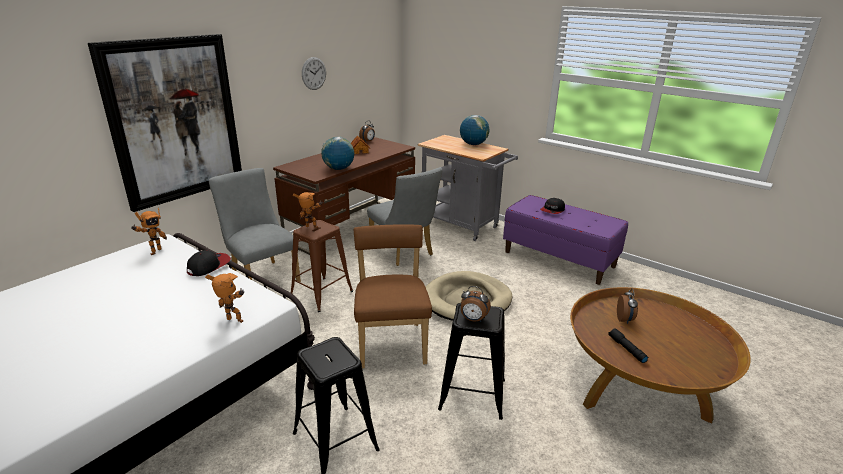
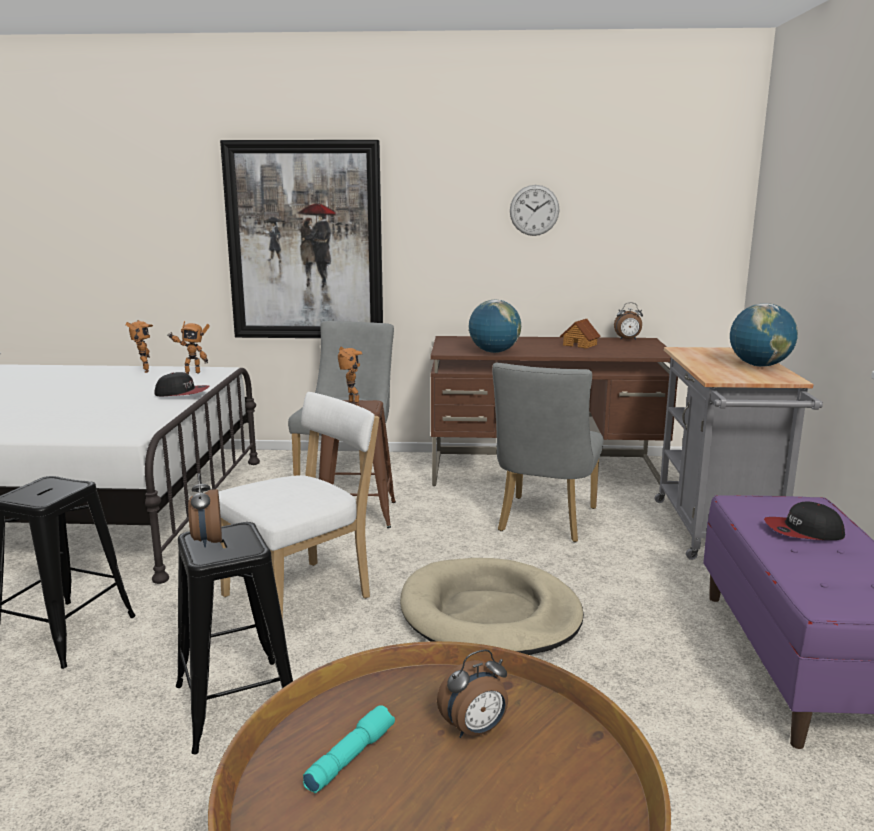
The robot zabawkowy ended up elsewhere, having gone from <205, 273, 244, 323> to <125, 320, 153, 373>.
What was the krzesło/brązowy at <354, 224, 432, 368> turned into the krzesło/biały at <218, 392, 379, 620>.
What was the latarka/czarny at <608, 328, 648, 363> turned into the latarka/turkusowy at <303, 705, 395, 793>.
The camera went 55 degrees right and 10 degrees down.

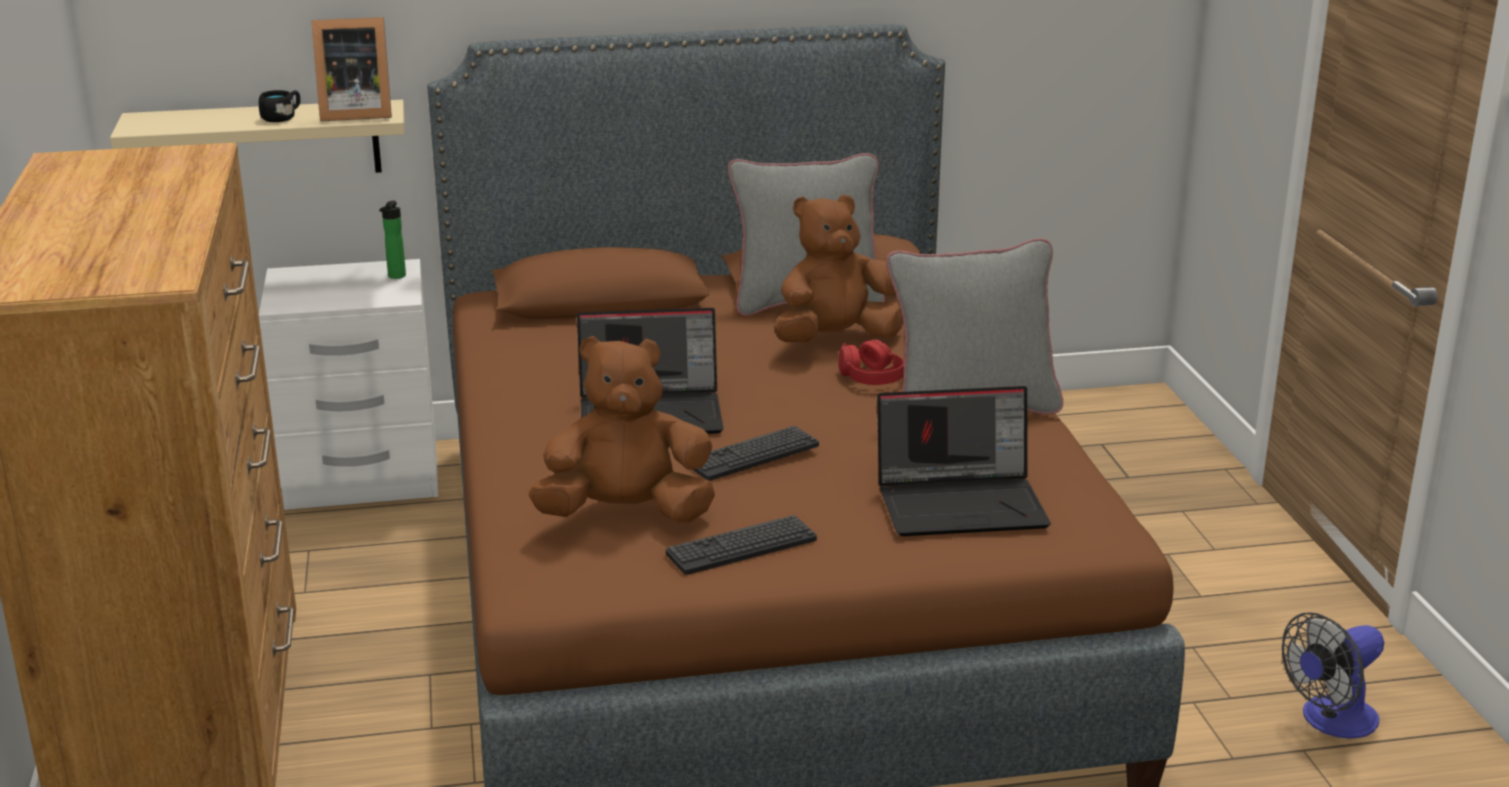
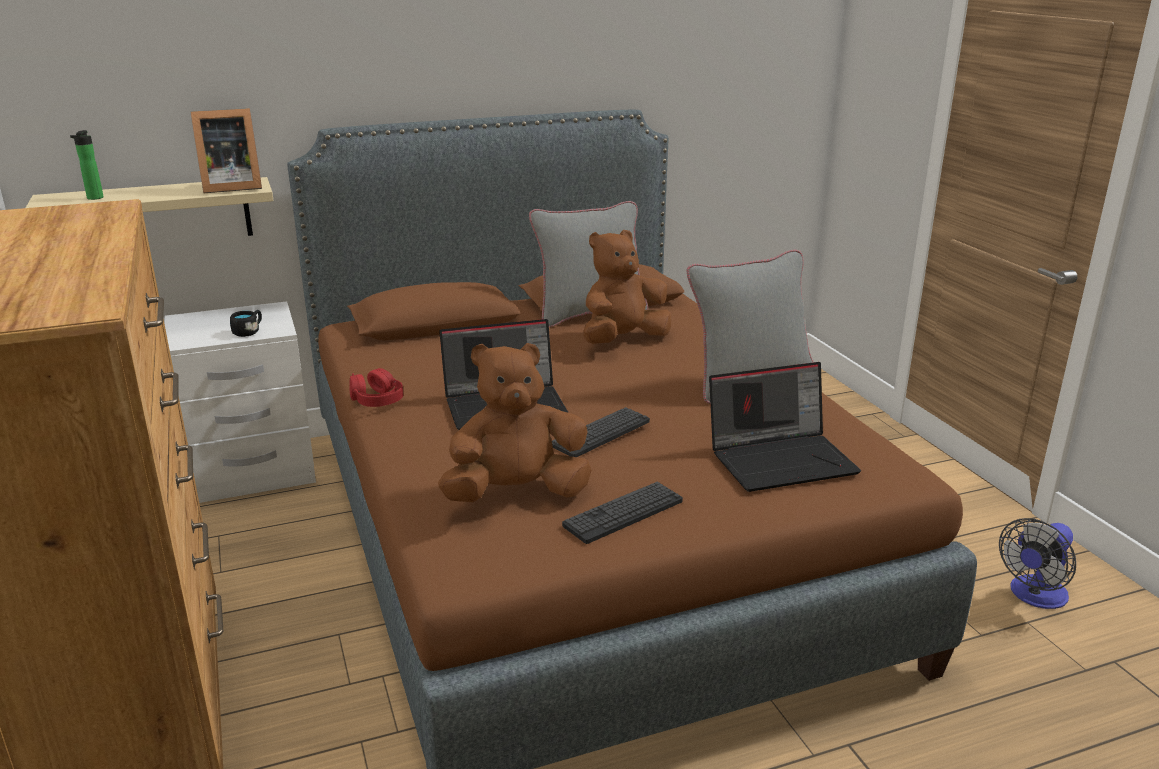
The kubek/czarny ended up elsewhere, having gone from <259, 90, 300, 122> to <230, 310, 262, 337>.
The butelka ended up elsewhere, having gone from <379, 200, 406, 279> to <70, 130, 104, 200>.
The słuchawki/czerwony ended up elsewhere, having gone from <838, 340, 904, 385> to <349, 368, 403, 407>.
The camera went 10 degrees left and 0 degrees up.

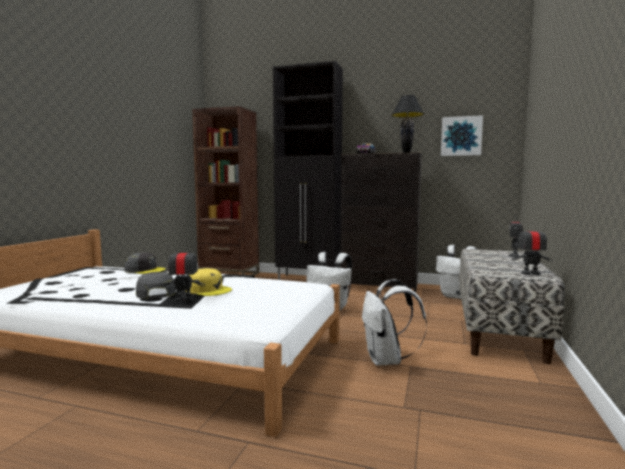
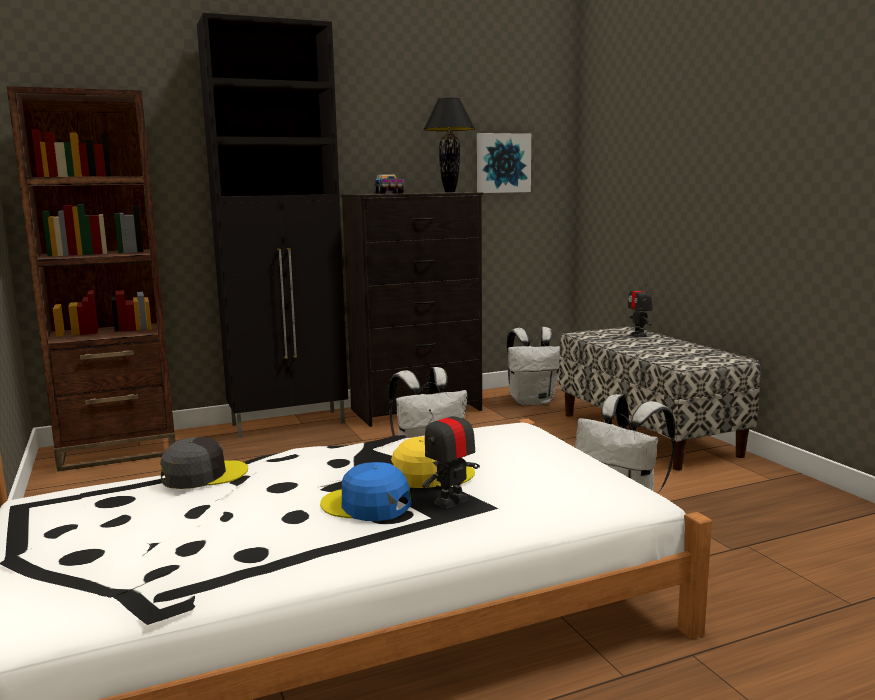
The second view lost the robot zabawkowy at <512, 222, 552, 275>.
What was the czapka z daszkiem/szary at <136, 272, 176, 299> turned into the czapka z daszkiem/niebieski at <320, 462, 412, 521>.
The camera went 40 degrees left and 5 degrees up.

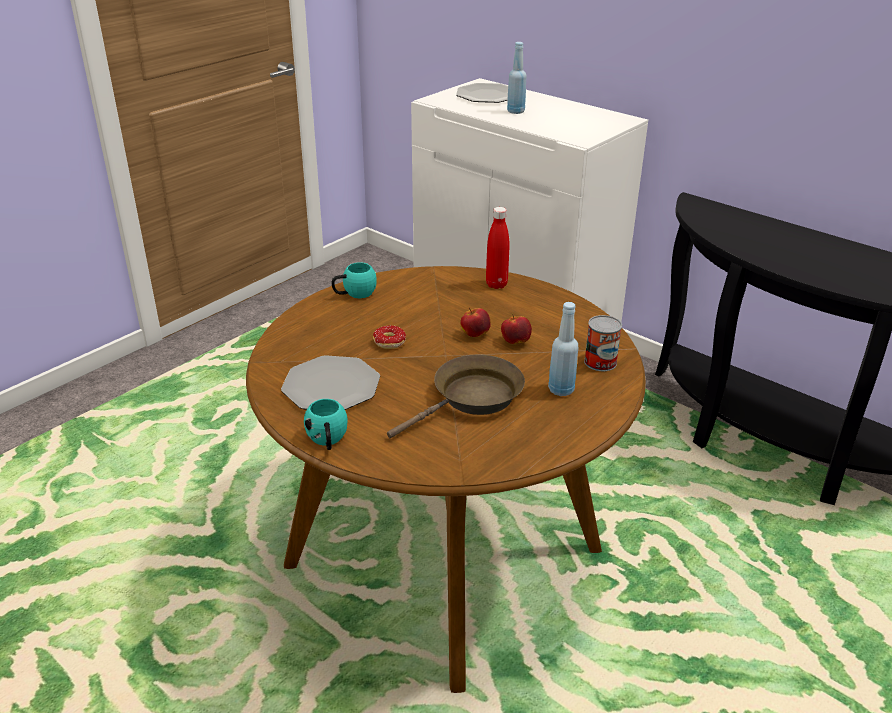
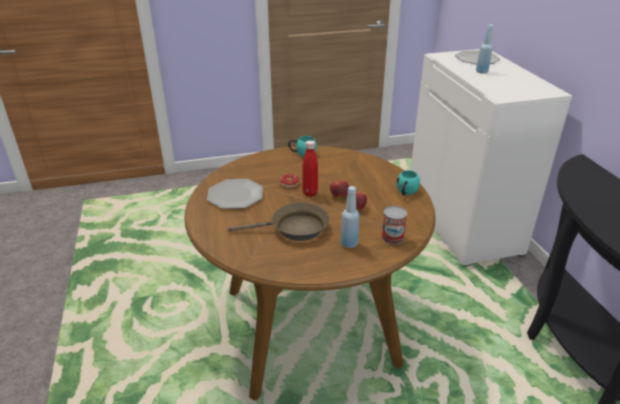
The kubek/turkusowy ended up elsewhere, having gone from <304, 399, 347, 450> to <397, 170, 420, 196>.
The butelka/czerwony ended up elsewhere, having gone from <486, 207, 510, 289> to <302, 140, 318, 197>.
The camera went 35 degrees right and 0 degrees up.

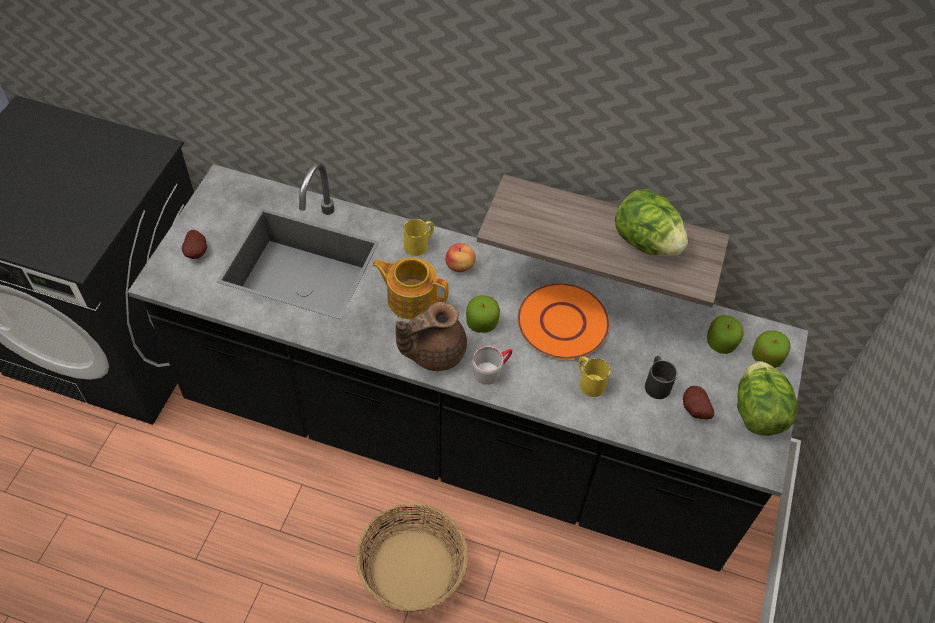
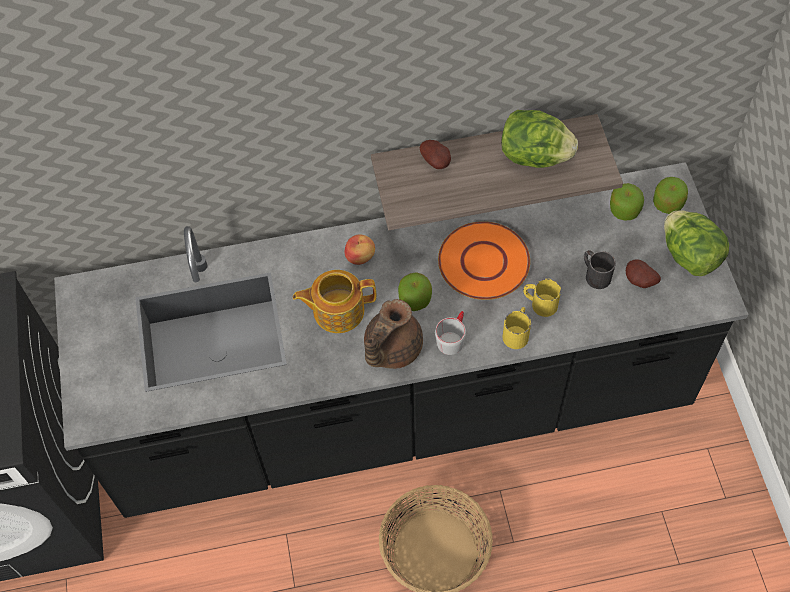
The ziemniak ended up elsewhere, having gone from <182, 230, 207, 259> to <420, 140, 451, 169>.
The kubek/żółty ended up elsewhere, having gone from <403, 219, 434, 256> to <503, 307, 531, 349>.
The camera went 25 degrees left and 5 degrees up.

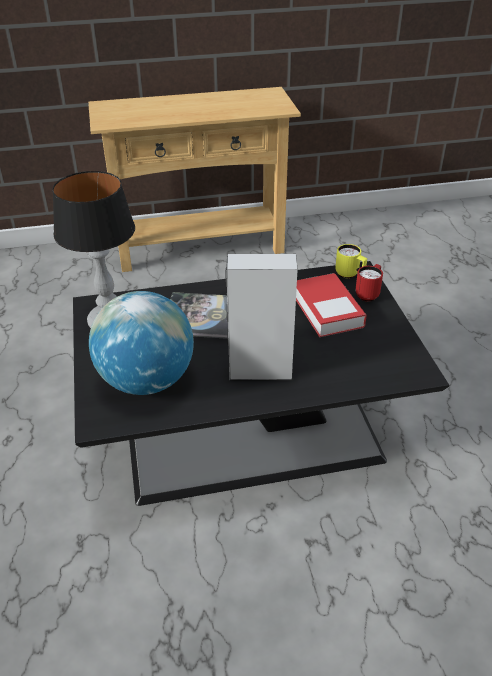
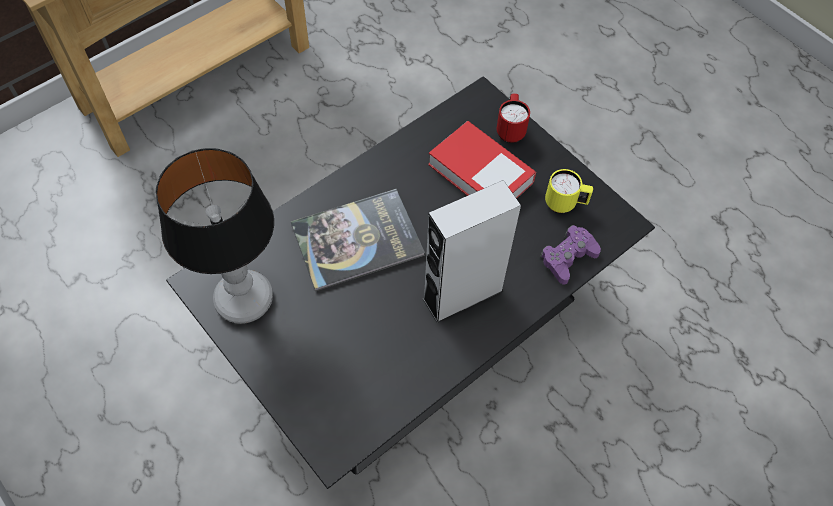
The second view lost the globus at <89, 291, 194, 395>.
The second view gained the pad do gier/fioletowy at <540, 225, 601, 285>.
The kubek/żółty ended up elsewhere, having gone from <335, 244, 367, 278> to <545, 169, 593, 213>.
The camera went 30 degrees left and 20 degrees up.

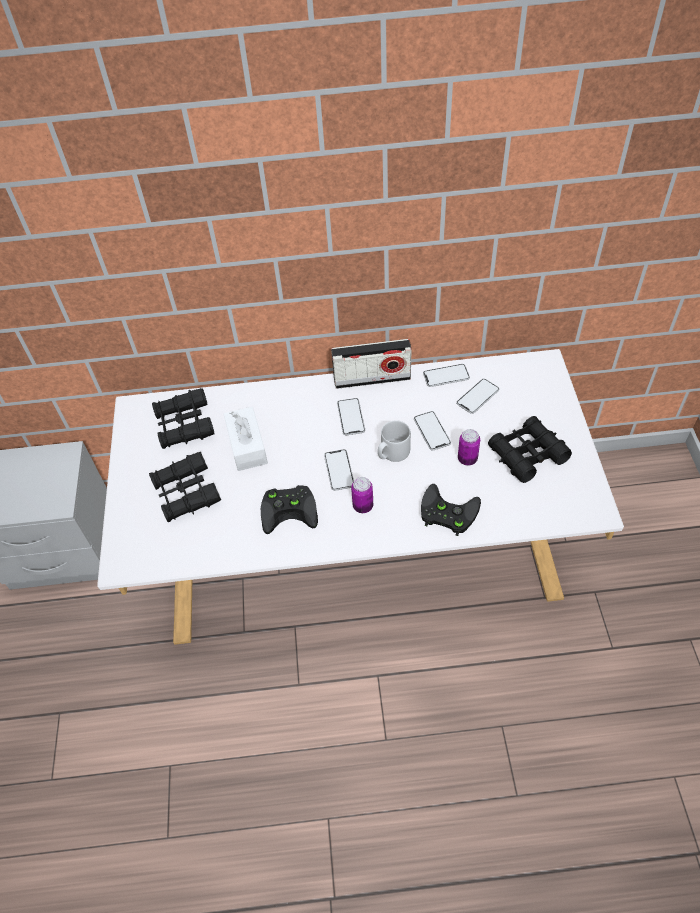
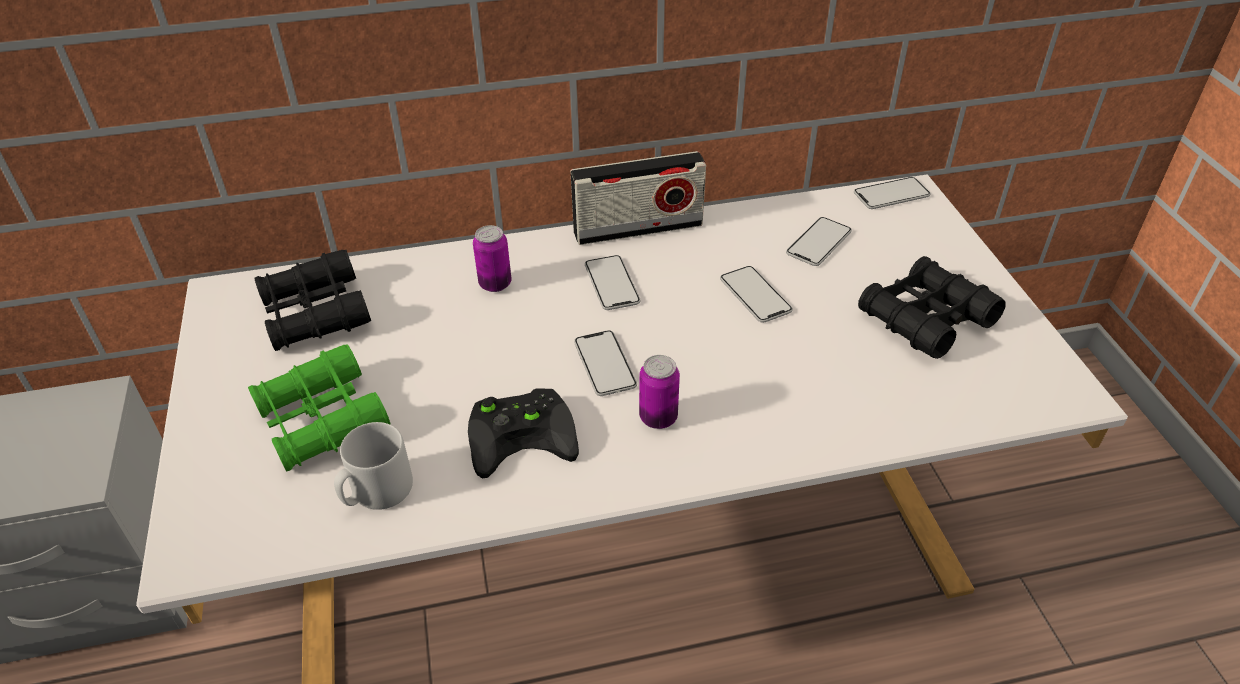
The second view lost the pudełko chusteczek/biały at <224, 407, 268, 471>.
The second view lost the pad do gier/czarny at <421, 484, 481, 536>.
The kubek/szary ended up elsewhere, having gone from <378, 420, 411, 462> to <334, 422, 413, 510>.
The telefon ended up elsewhere, having gone from <423, 364, 470, 387> to <854, 177, 931, 209>.
The puszka ended up elsewhere, having gone from <458, 429, 480, 466> to <473, 225, 512, 292>.
What was the lornetka/czarny at <149, 452, 221, 522> turned into the lornetka/zielony at <248, 344, 390, 472>.
The camera went 10 degrees left and 10 degrees down.

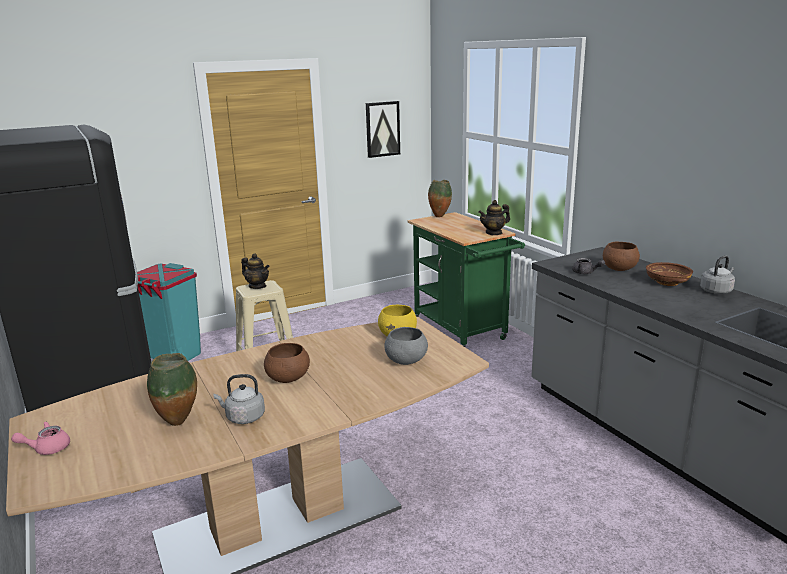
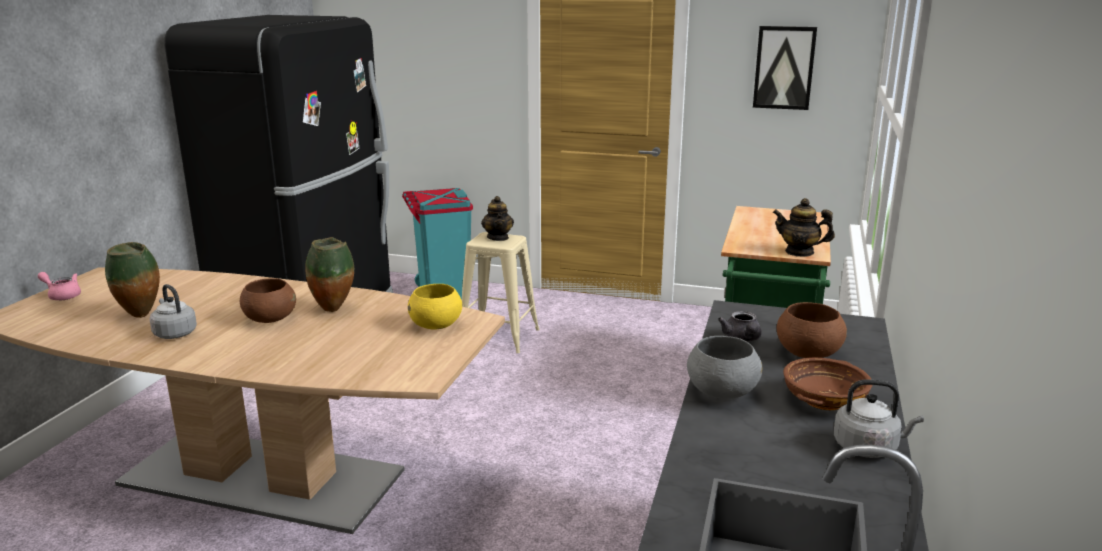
The miska/szary ended up elsewhere, having gone from <384, 327, 428, 365> to <687, 336, 762, 399>.
The wazon ended up elsewhere, having gone from <428, 180, 452, 217> to <305, 237, 354, 312>.
The camera went 45 degrees right and 0 degrees up.

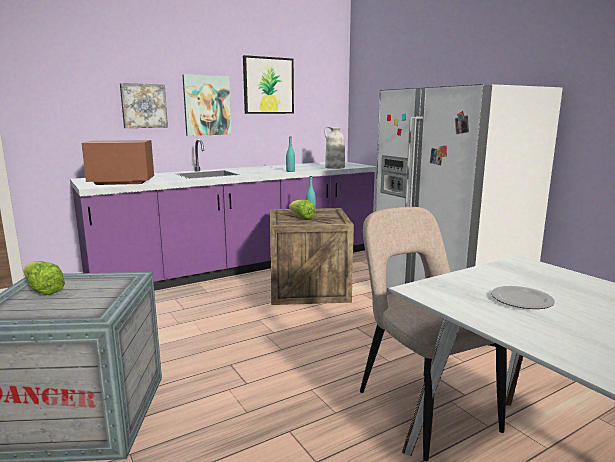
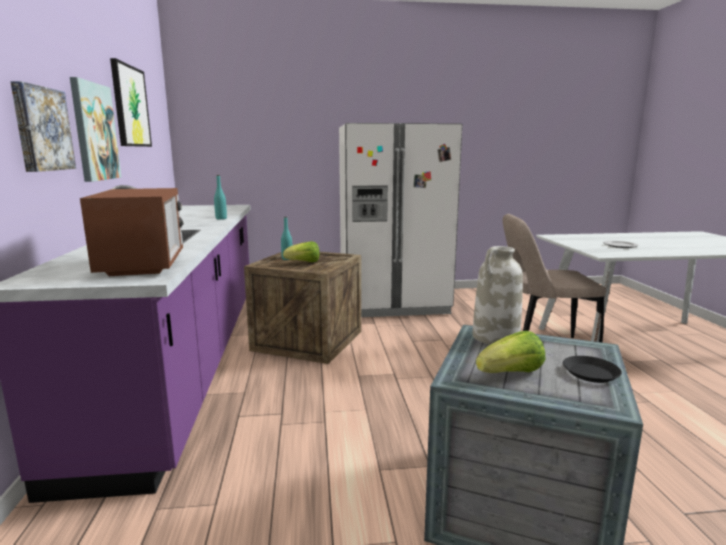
The second view gained the talerz/czarny at <563, 356, 622, 383>.
The wazon/biały ended up elsewhere, having gone from <324, 126, 345, 169> to <472, 246, 523, 345>.
The mikrofalówka at <81, 140, 154, 185> ended up facing another way, 150 degrees clockwise from before.
The camera went 65 degrees left and 0 degrees up.

